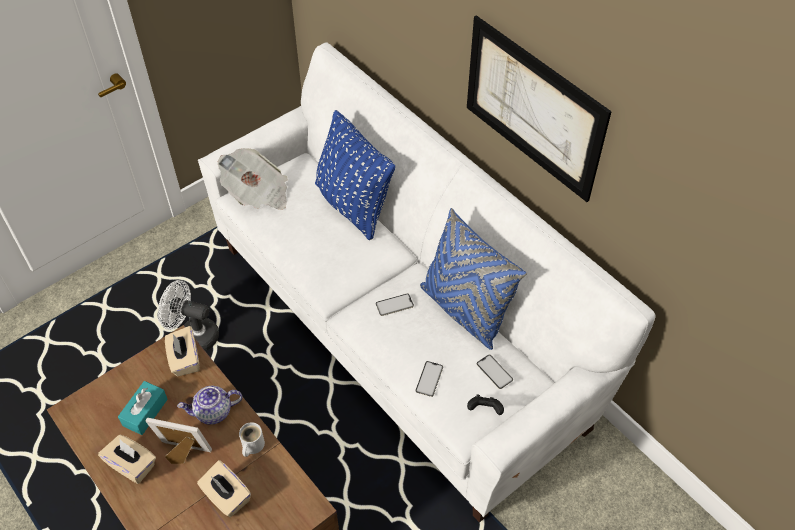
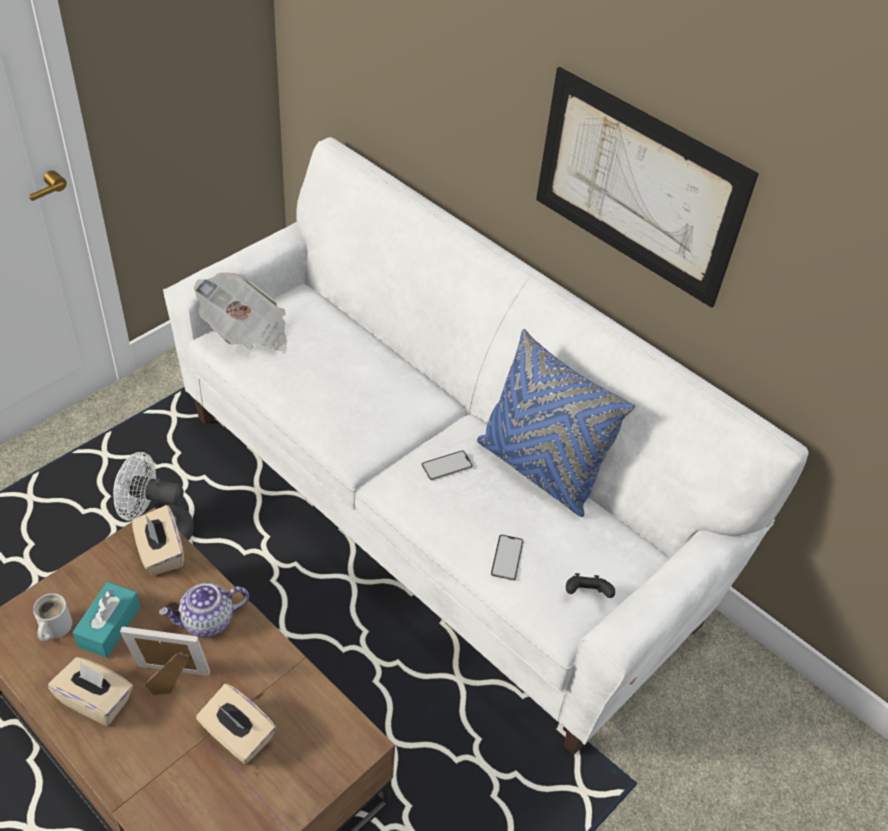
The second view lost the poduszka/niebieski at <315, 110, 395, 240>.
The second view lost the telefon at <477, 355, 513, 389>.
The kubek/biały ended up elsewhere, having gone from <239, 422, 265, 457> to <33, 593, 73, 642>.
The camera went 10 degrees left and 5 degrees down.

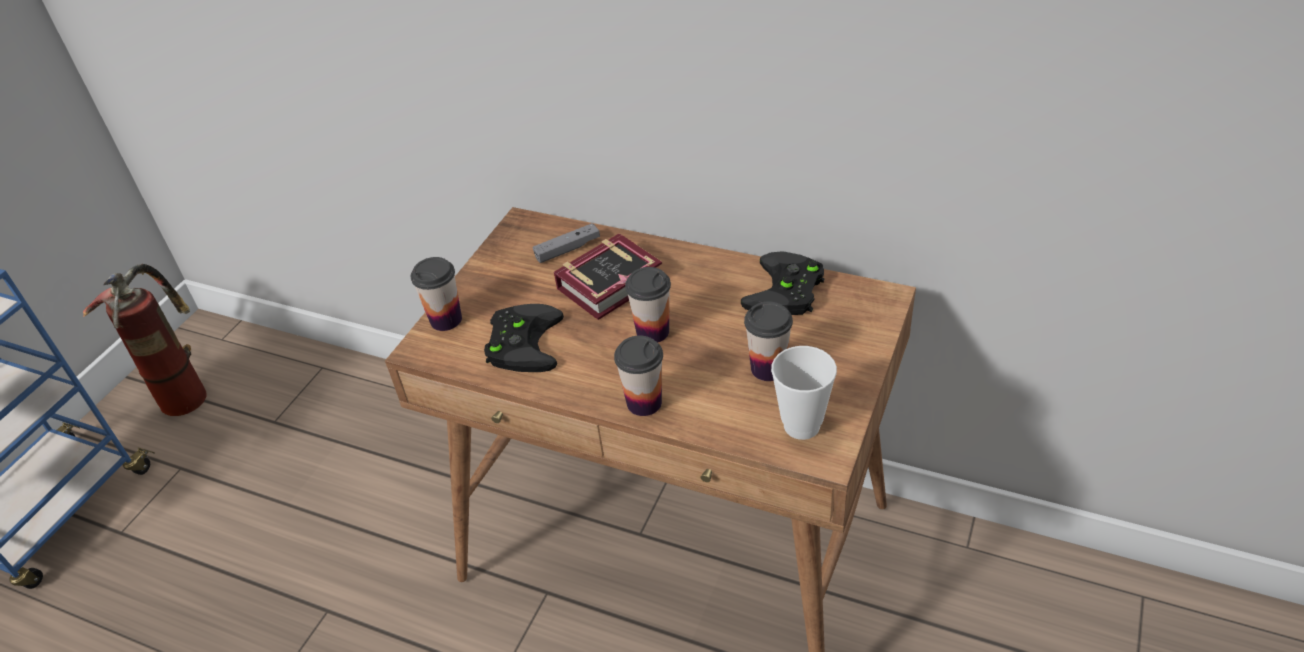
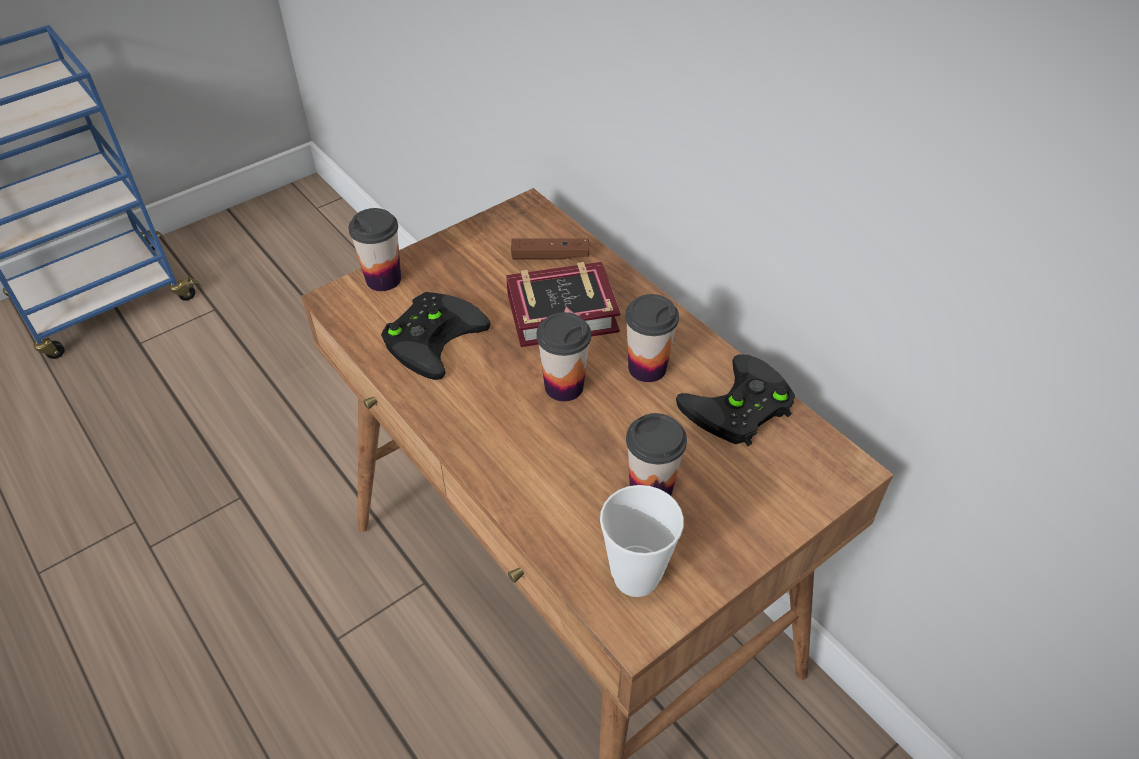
The second view lost the gaśnica at <83, 264, 206, 416>.
The filiżanka ended up elsewhere, having gone from <614, 335, 663, 416> to <625, 294, 679, 382>.
What was the pad do gier/szary at <533, 223, 600, 263> turned into the pad do gier/brązowy at <511, 238, 589, 260>.
The camera went 25 degrees right and 5 degrees up.

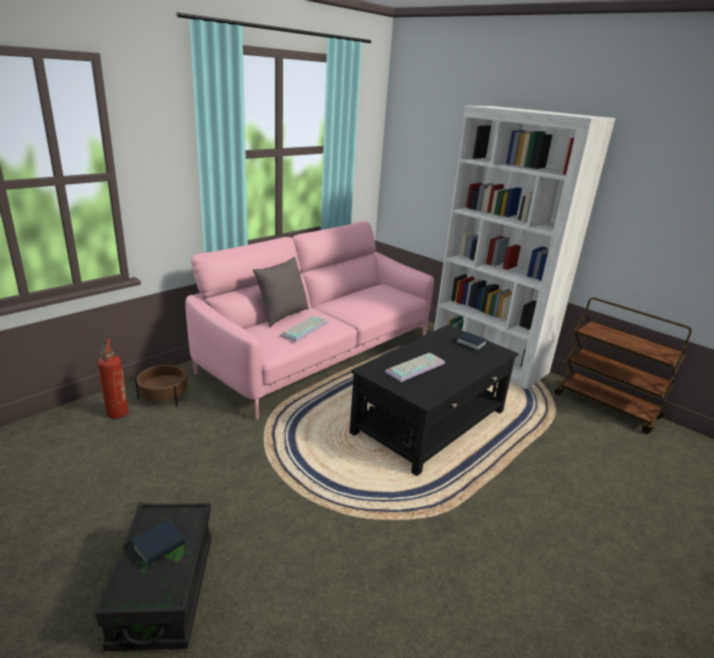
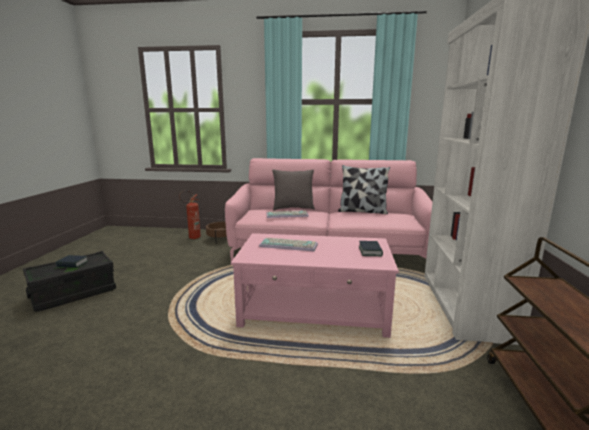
The second view gained the poduszka at <338, 165, 390, 214>.
What was the ława/czarny at <349, 325, 518, 476> turned into the ława/różowy at <231, 233, 399, 338>.
The camera went 55 degrees right and 10 degrees down.

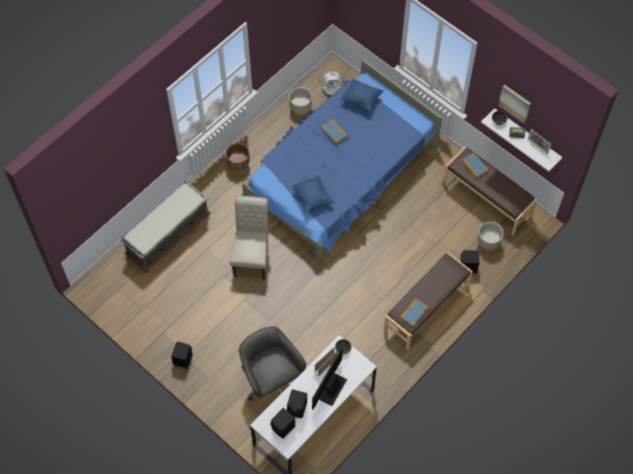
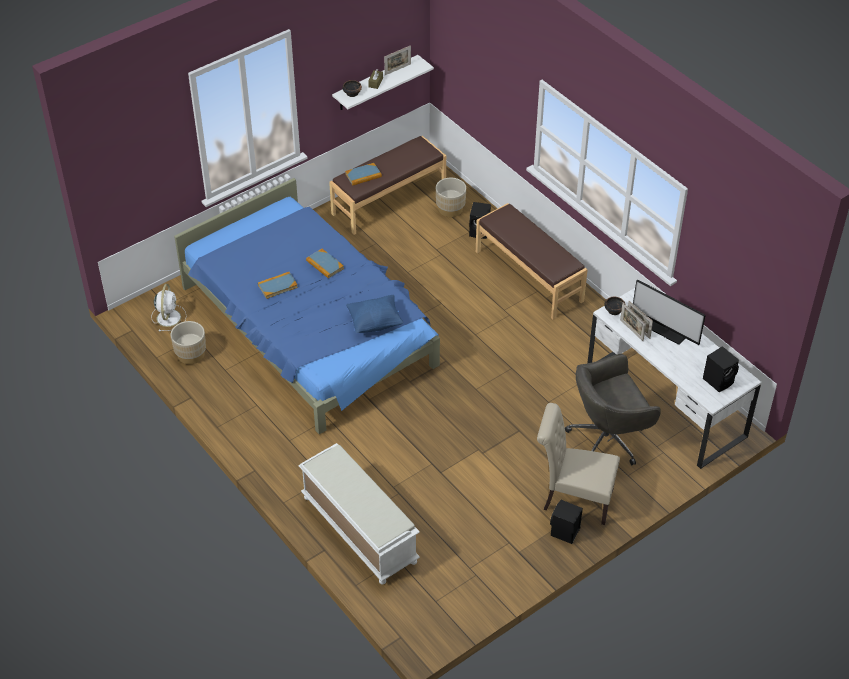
The second view lost the donica/brązowy at <226, 143, 250, 173>.
The second view lost the głośnik/czarny at <287, 389, 307, 418>.
The second view lost the poduszka/niebieski at <341, 78, 384, 112>.
The second view lost the obraz at <498, 84, 531, 123>.
The krzesło/beżowy ended up elsewhere, having gone from <230, 196, 268, 280> to <537, 403, 620, 525>.
The książka ended up elsewhere, having gone from <400, 298, 428, 327> to <306, 249, 344, 279>.
What was the ławka/brązowy at <120, 181, 211, 273> turned into the ławka/biały at <298, 443, 420, 584>.
The camera went 80 degrees left and 15 degrees down.

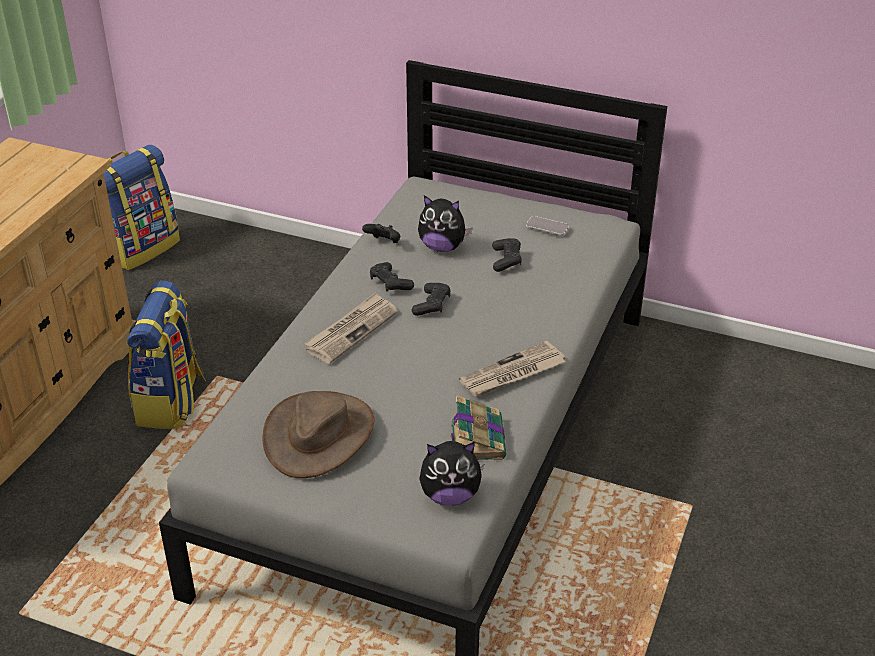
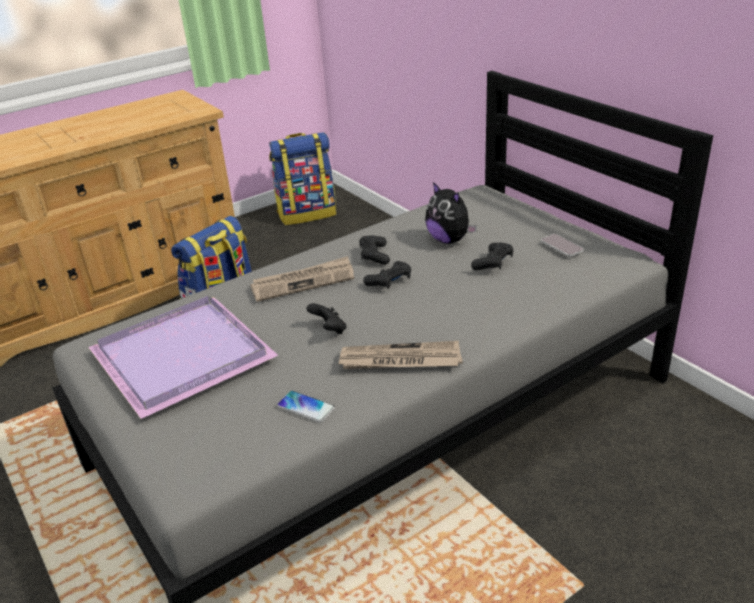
The second view lost the pluszak at <419, 441, 484, 506>.
The pad do gier/czarny ended up elsewhere, having gone from <362, 224, 400, 243> to <306, 303, 347, 334>.
Where the kapelusz/brązowy stood at <262, 391, 374, 478>, the taca/fioletowy came to stand at <88, 296, 278, 419>.
Where the książka stood at <451, 395, 506, 460>, the telefon came to stand at <277, 391, 335, 423>.
The camera went 35 degrees right and 5 degrees down.

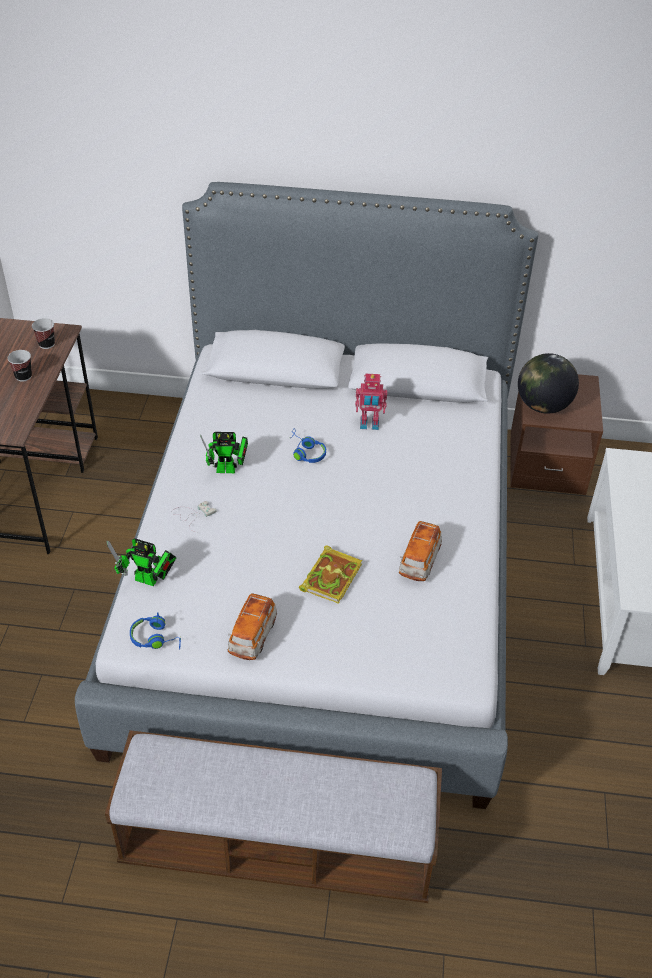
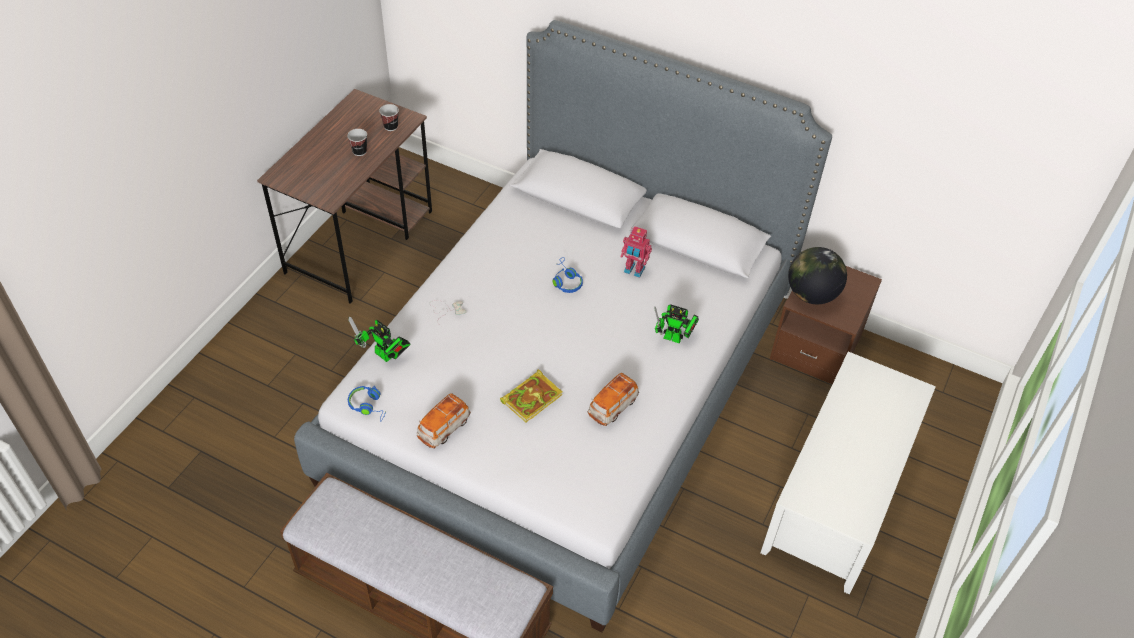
The robot zabawkowy ended up elsewhere, having gone from <200, 432, 248, 473> to <655, 304, 699, 343>.
The camera went 20 degrees right and 5 degrees up.

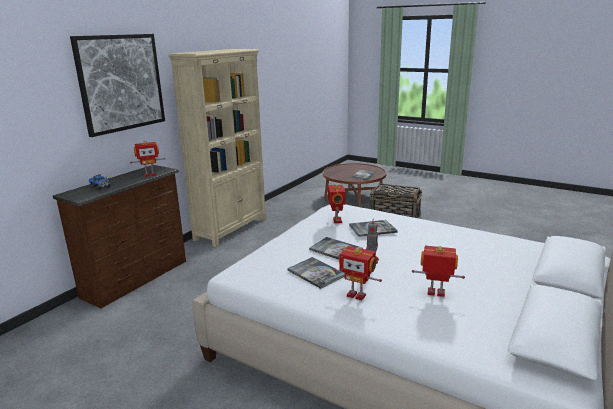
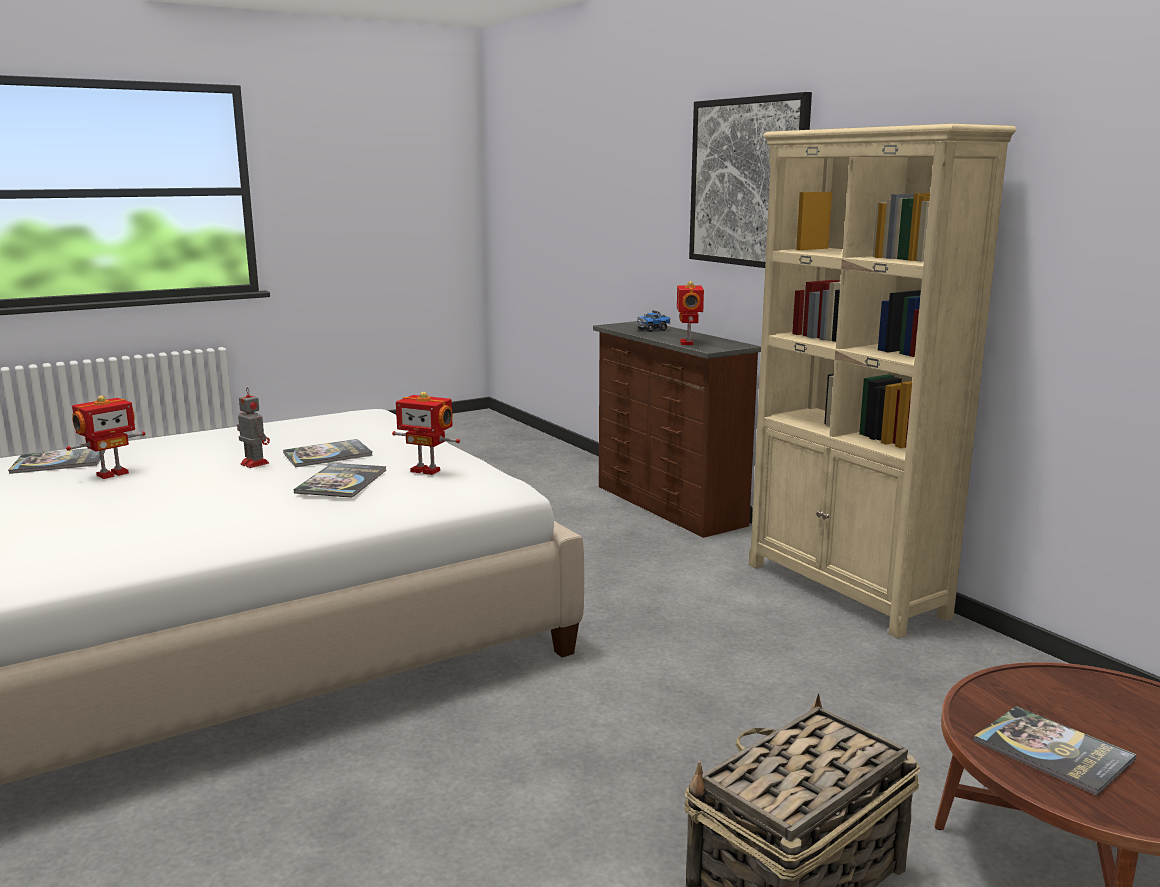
The second view lost the robot zabawkowy at <334, 246, 382, 301>.
The książka ended up elsewhere, having gone from <287, 257, 345, 289> to <9, 448, 106, 474>.
The camera went 115 degrees right and 5 degrees down.

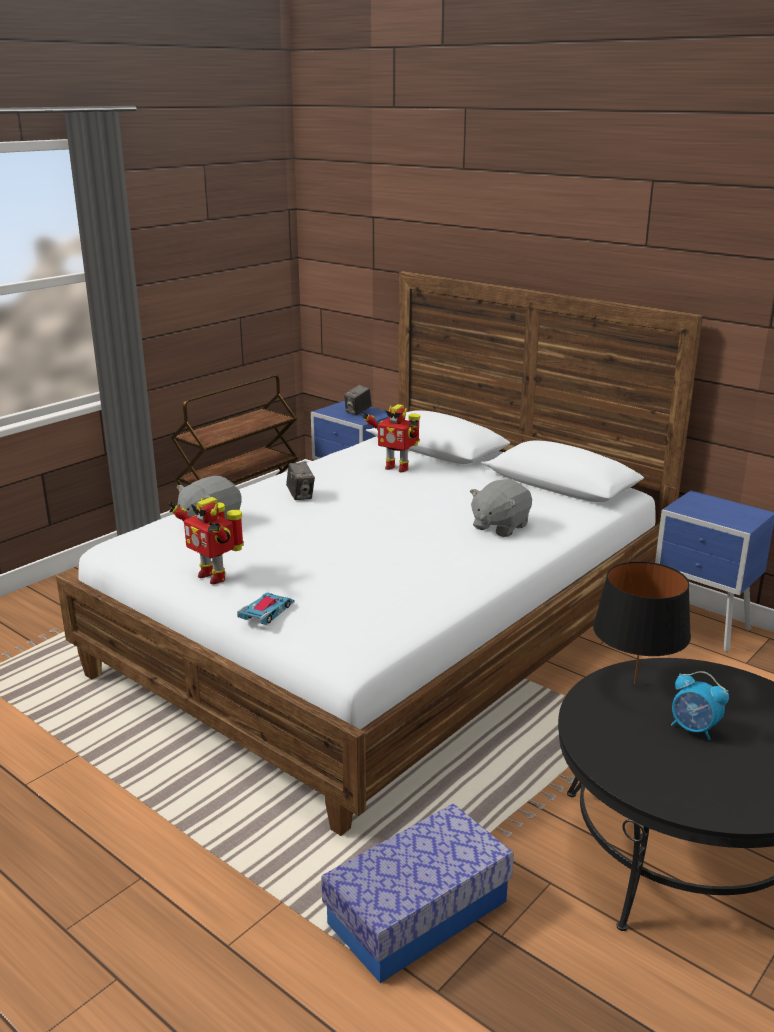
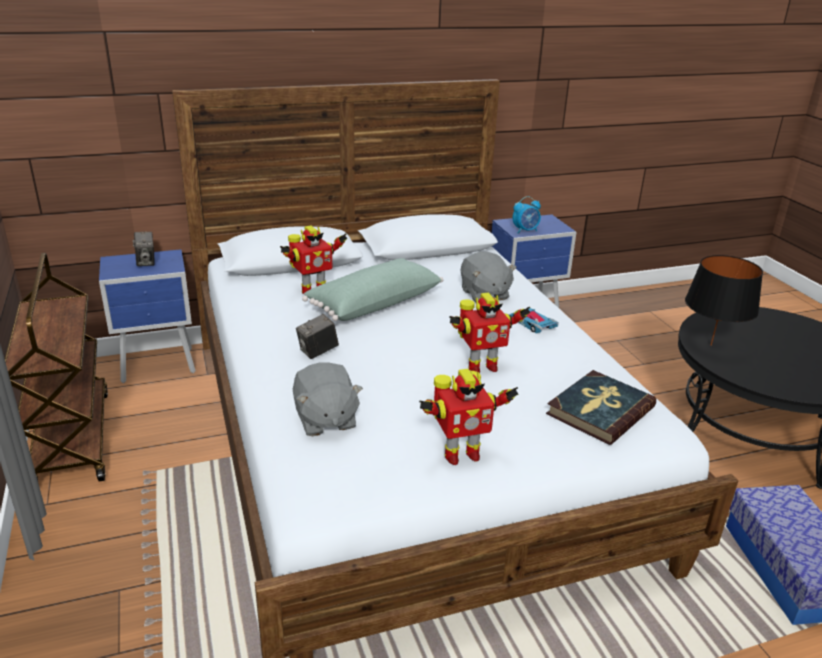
The second view gained the poduszka/zielony at <302, 258, 443, 321>.
The second view gained the robot zabawkowy at <449, 293, 530, 373>.
The second view gained the książka at <546, 370, 656, 445>.
The samochodzik ended up elsewhere, having gone from <237, 593, 295, 625> to <509, 308, 559, 333>.
The budzik ended up elsewhere, having gone from <671, 671, 729, 740> to <513, 196, 541, 233>.
The aparat fotograficzny at <286, 462, 315, 500> ended up facing another way, 135 degrees clockwise from before.
The camera went 60 degrees left and 5 degrees up.

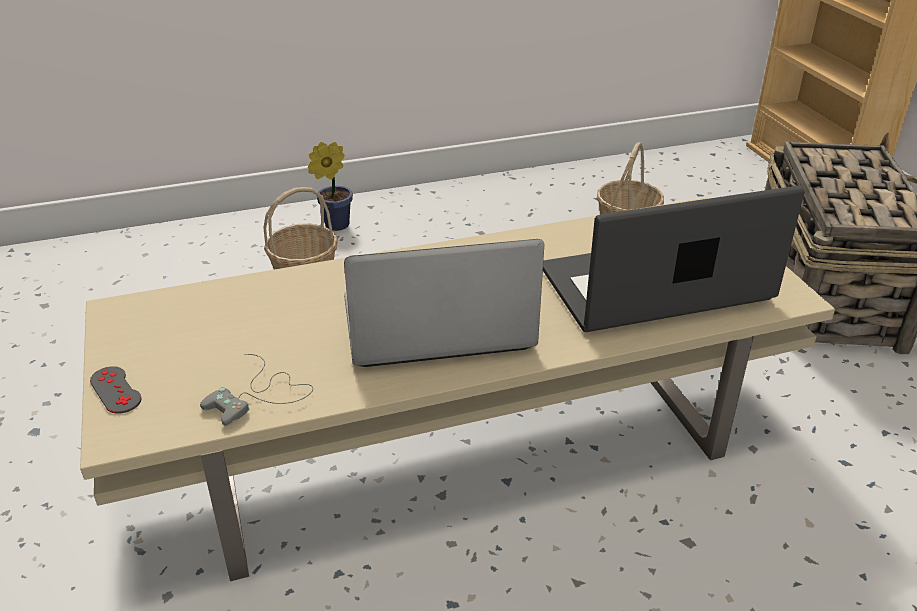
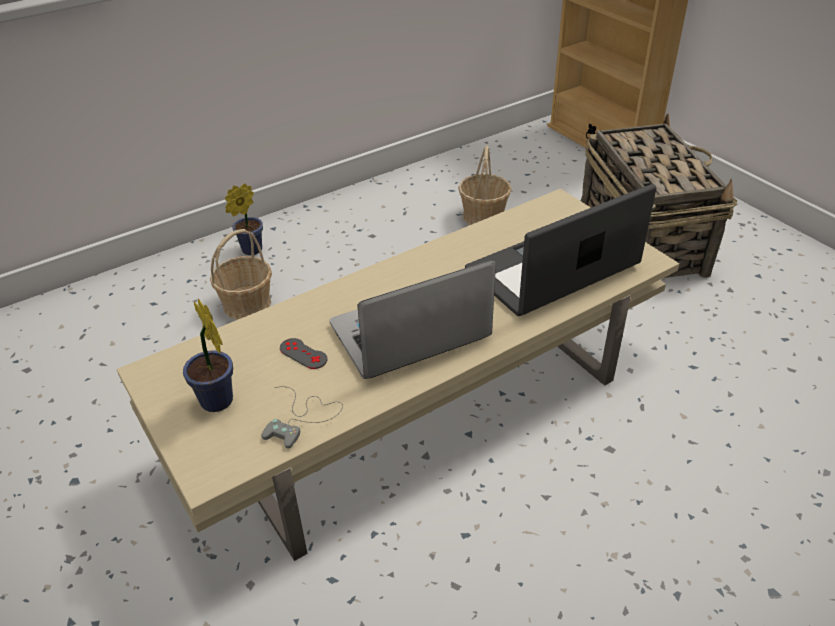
The second view gained the roślina doniczkowa at <183, 298, 233, 412>.
The pad do gier/szary ended up elsewhere, having gone from <90, 366, 141, 414> to <280, 338, 328, 369>.
The camera went 15 degrees left and 5 degrees up.

